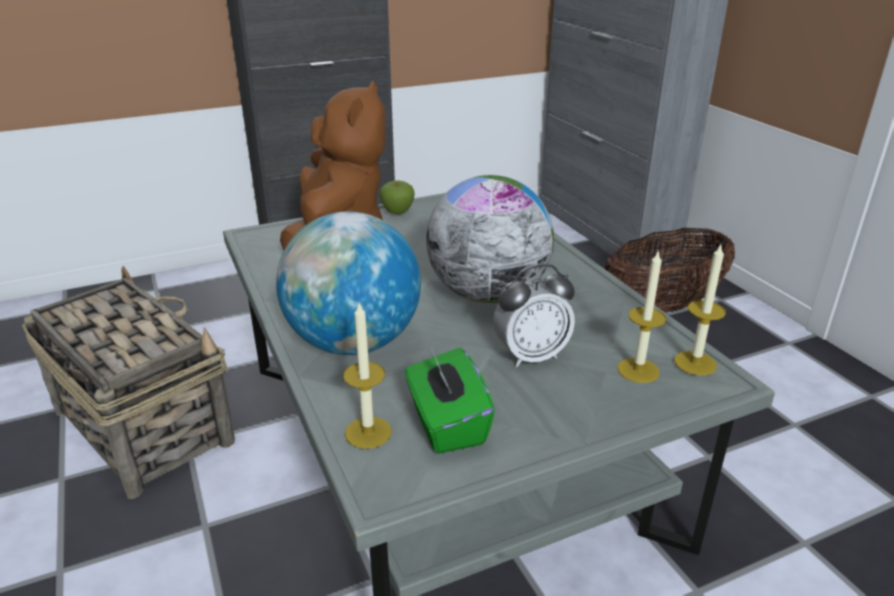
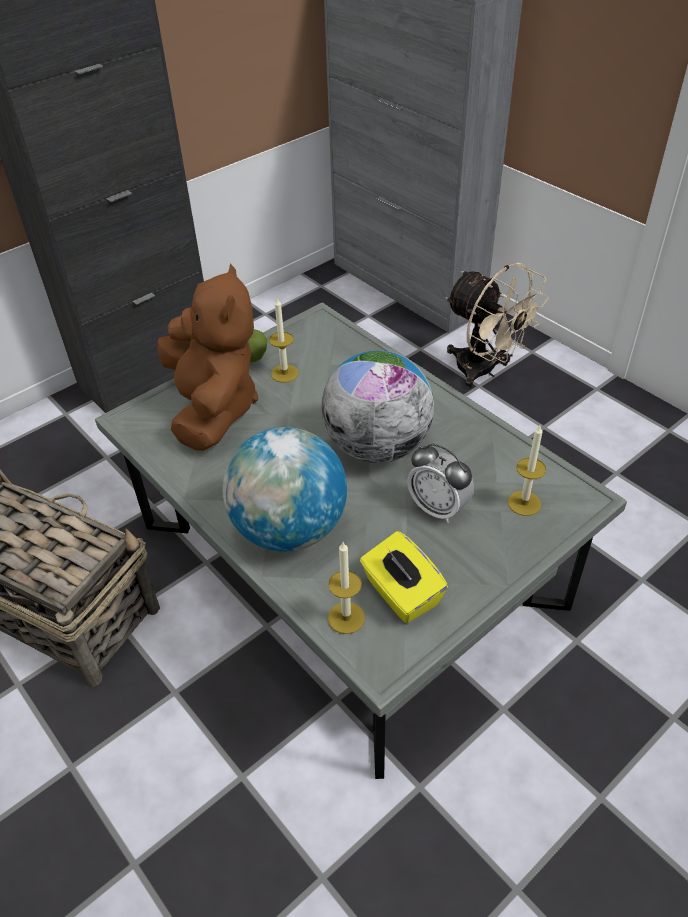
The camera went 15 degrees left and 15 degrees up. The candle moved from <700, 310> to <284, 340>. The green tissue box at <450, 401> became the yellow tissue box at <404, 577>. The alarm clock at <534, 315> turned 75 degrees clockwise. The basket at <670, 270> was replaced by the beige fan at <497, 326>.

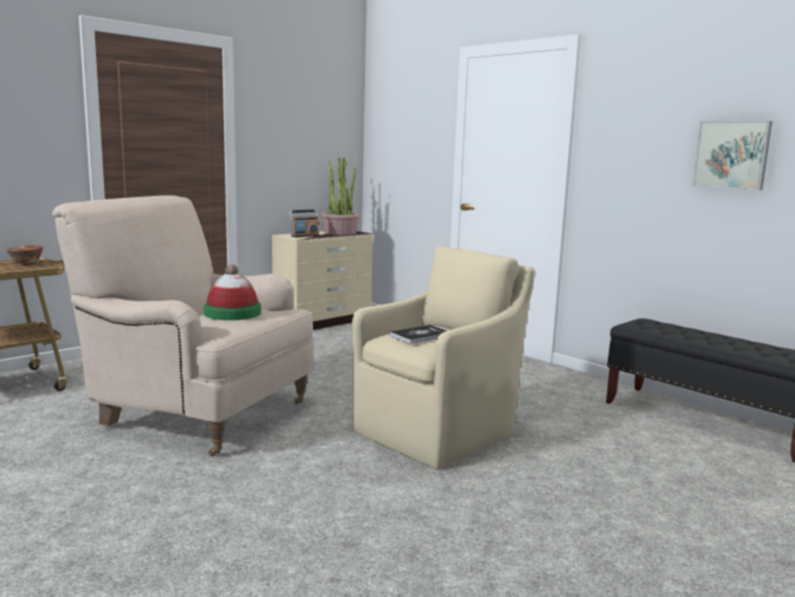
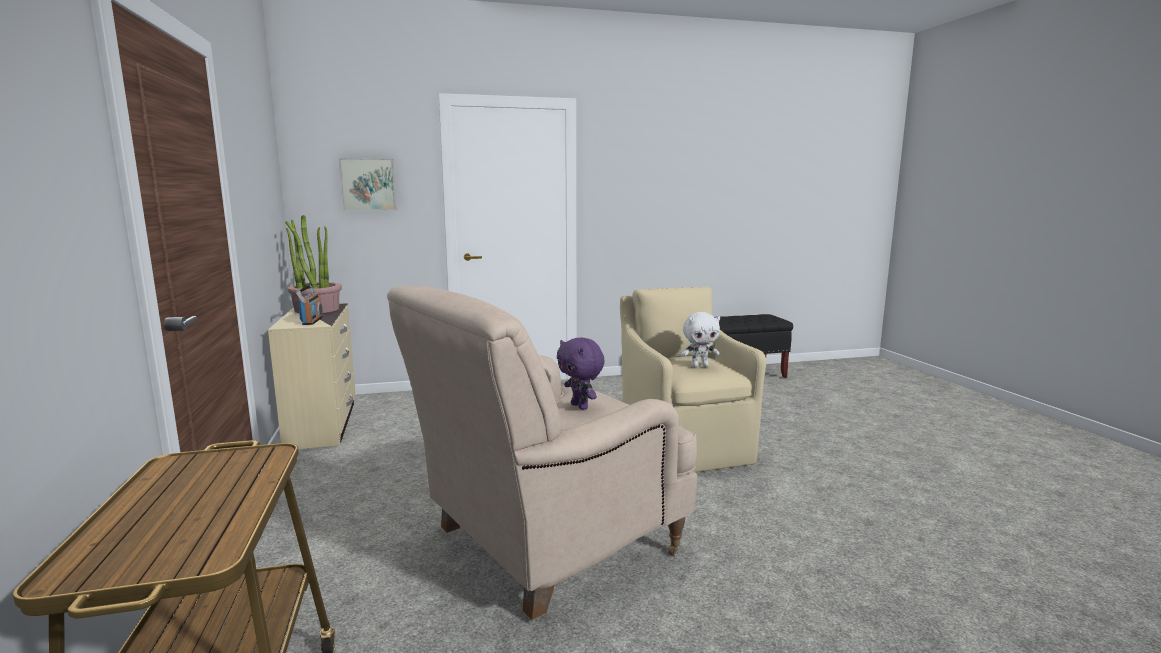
The camera went 60 degrees left and 0 degrees up. The picture moved from <733, 155> to <367, 184>. The hat at <232, 292> was replaced by the purple plush toy at <581, 374>. The book at <418, 334> was replaced by the white plush toy at <700, 339>. The bowl at <25, 255> disappeared.

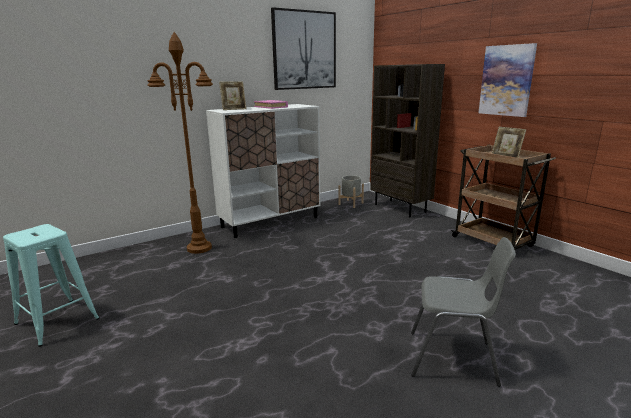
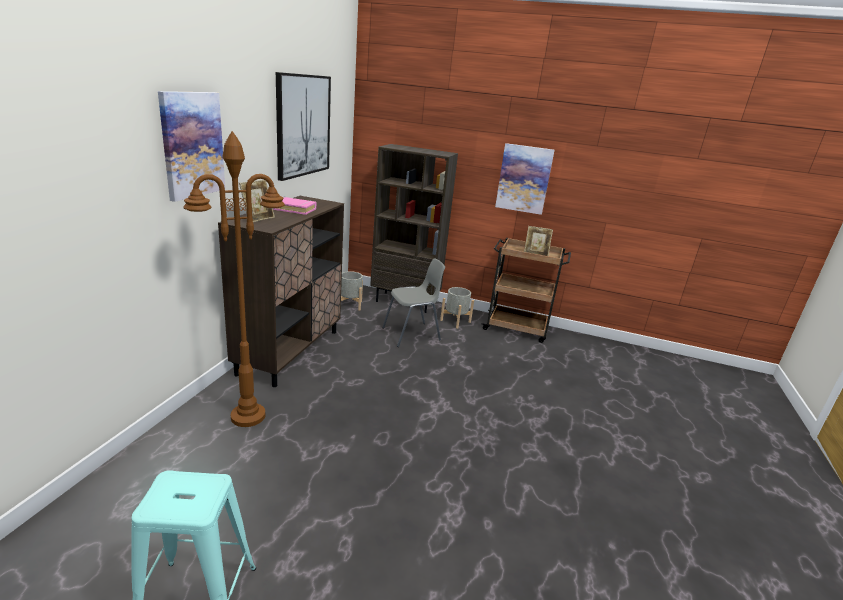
The camera went 40 degrees left and 5 degrees up. The picture at <191, 146> appeared. The white cabinet at <263, 171> became the brown cabinet at <281, 291>. The grey chair moved from <463, 312> to <413, 302>. The grey planter at <457, 307> appeared.

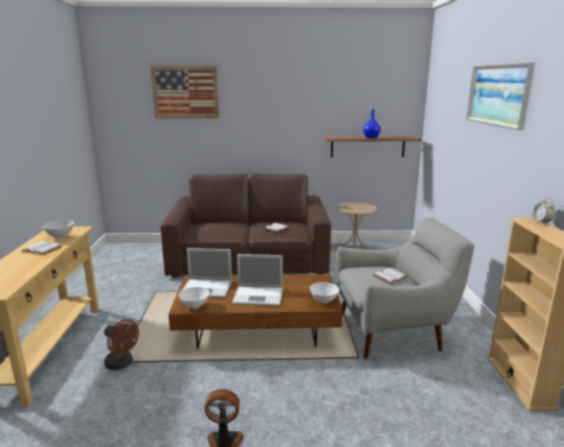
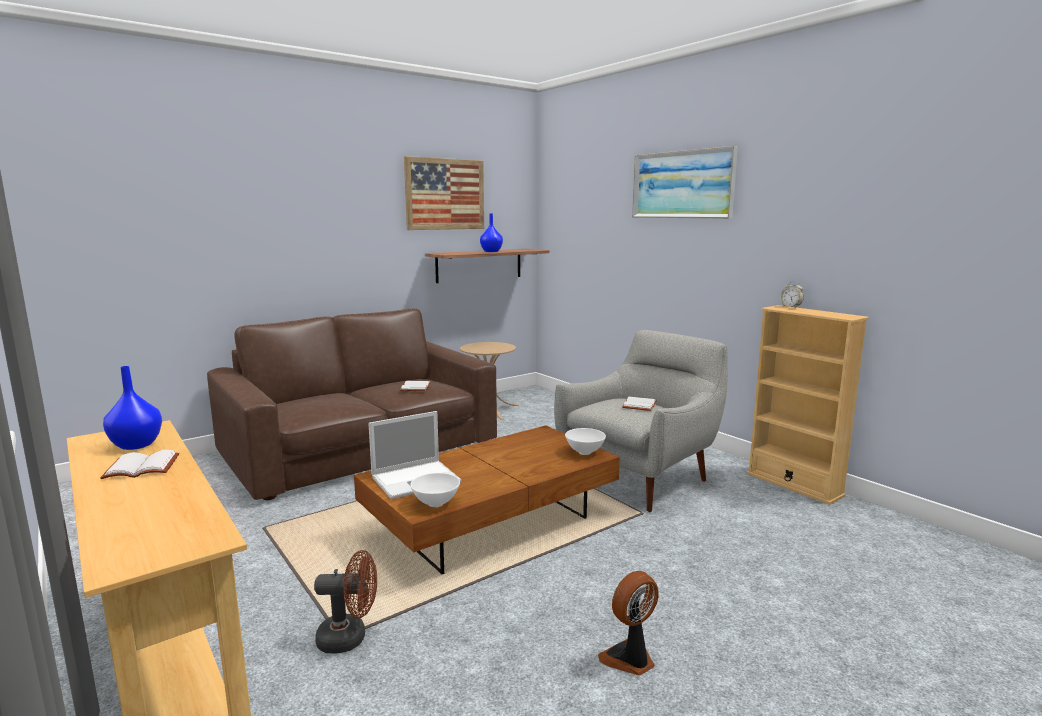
The camera went 35 degrees left and 5 degrees down. The white bowl at <58, 229> was replaced by the blue vase at <132, 408>. The picture moved from <185, 92> to <444, 193>. The laptop at <257, 280> disappeared.

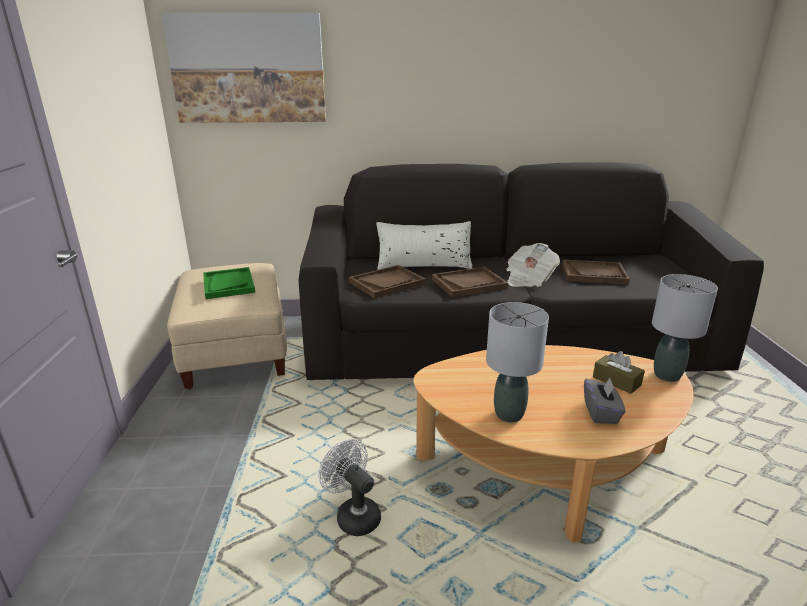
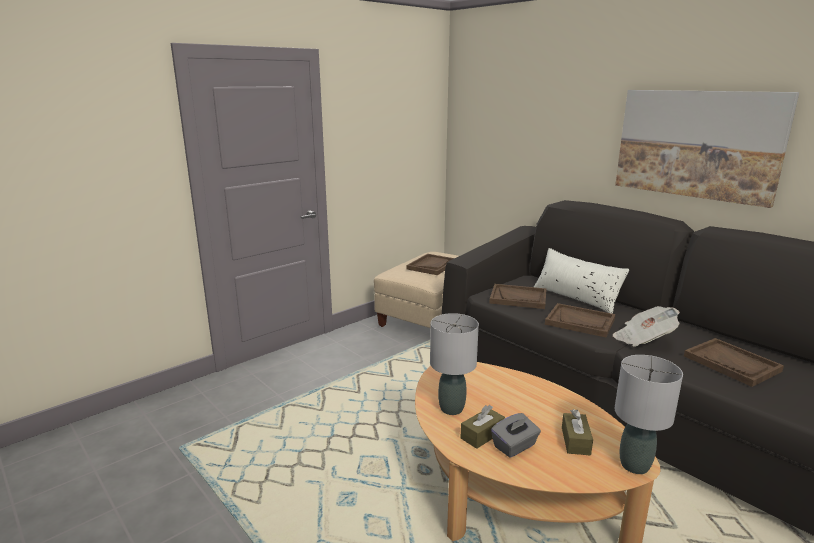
The camera went 50 degrees right and 5 degrees down. The green tray at <229, 283> became the brown tray at <430, 264>. The brown tissue box at <482, 427> appeared. The picture moved from <243, 68> to <707, 149>. The white fan at <350, 487> disappeared.

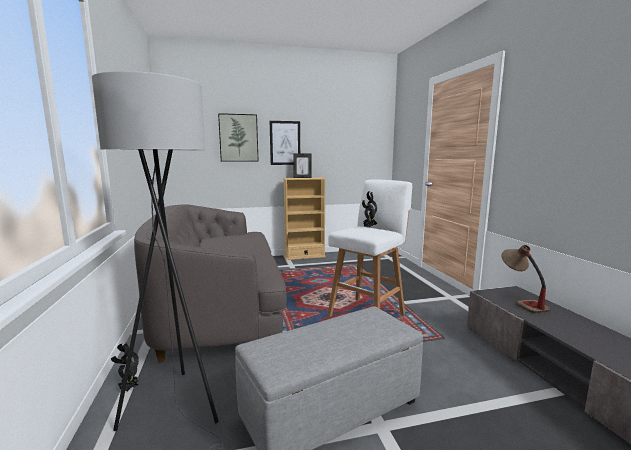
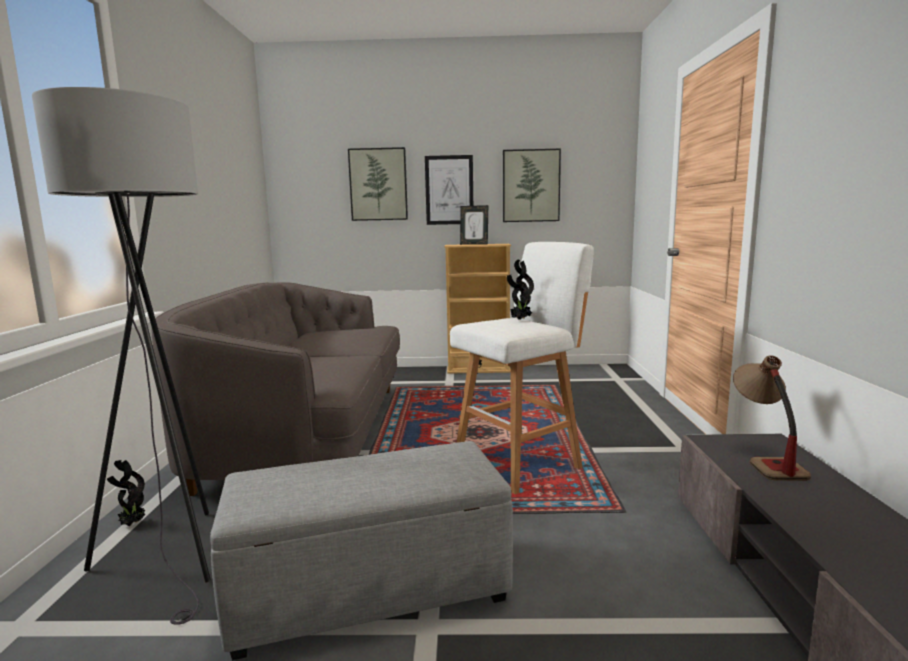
The camera went 15 degrees right and 0 degrees up. The picture at <532, 185> appeared.

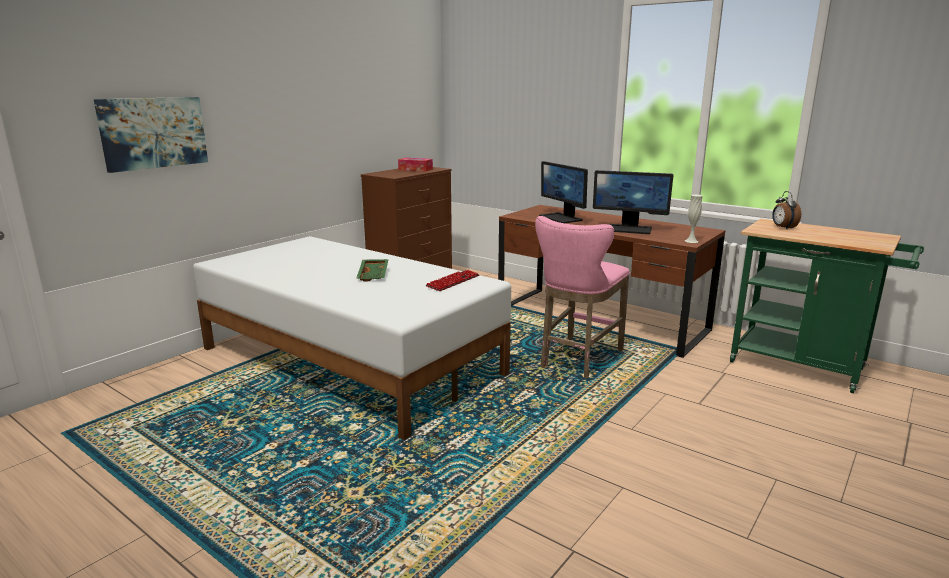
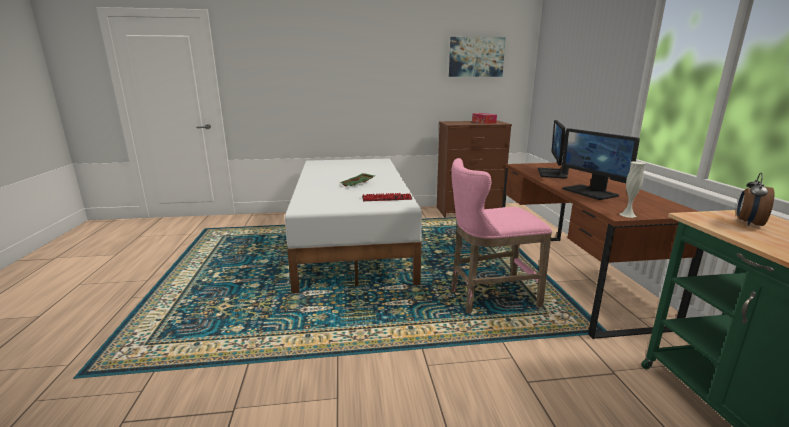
The camera went 45 degrees right and 0 degrees up. The picture moved from <151, 135> to <477, 57>.

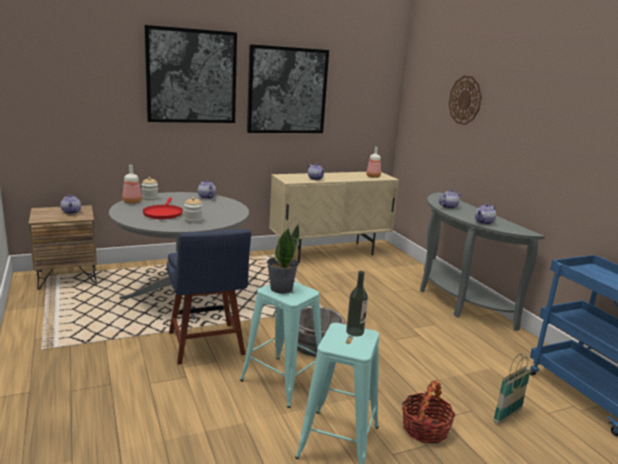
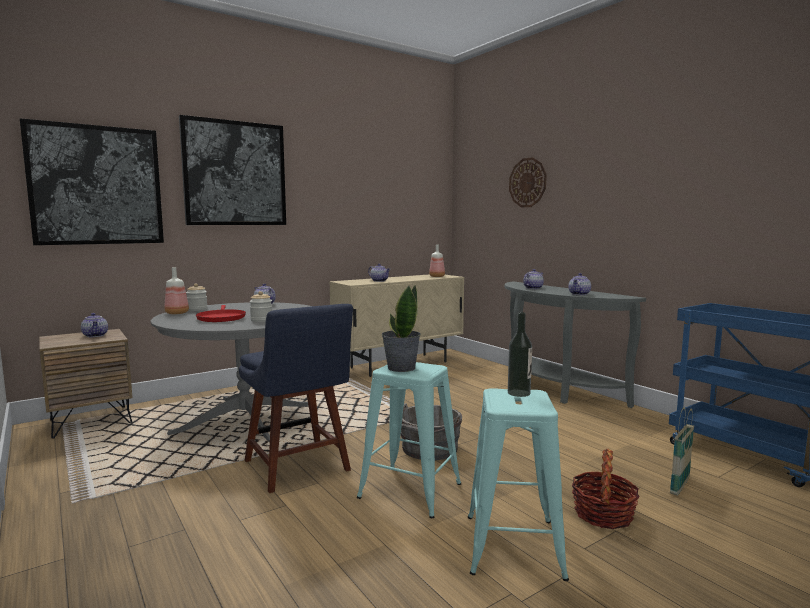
The camera went 10 degrees left and 10 degrees down. The picture moved from <288, 88> to <92, 181>.

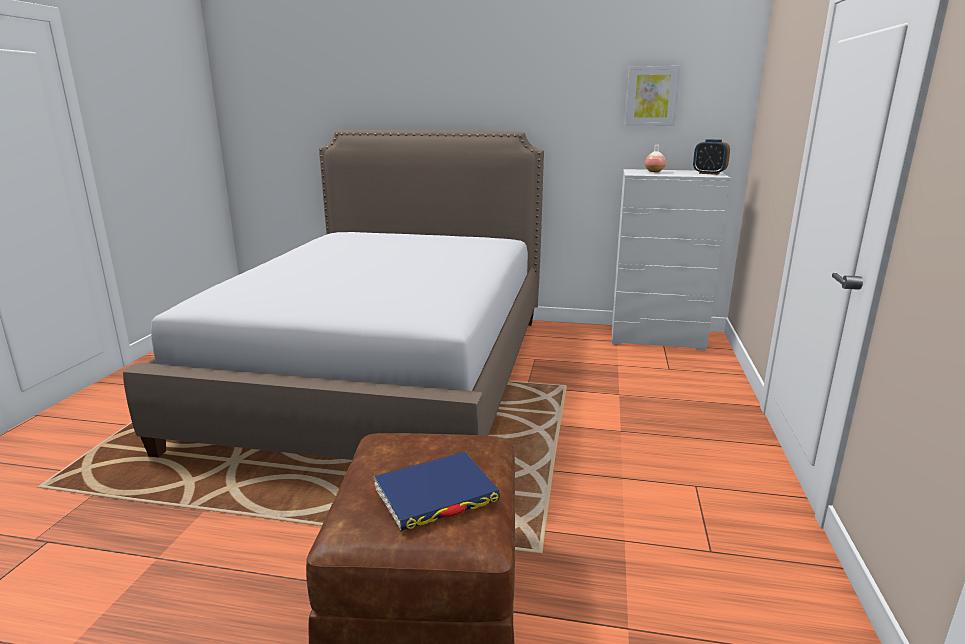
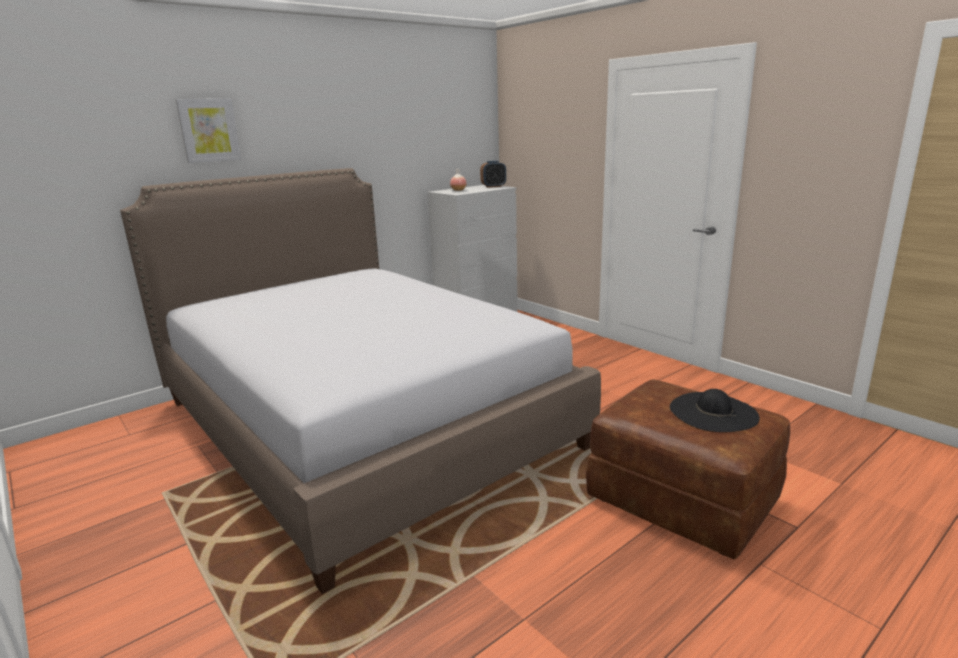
The camera went 50 degrees left and 0 degrees up. The picture moved from <653, 96> to <208, 131>. The blue book at <437, 491> was replaced by the black hat at <715, 410>.

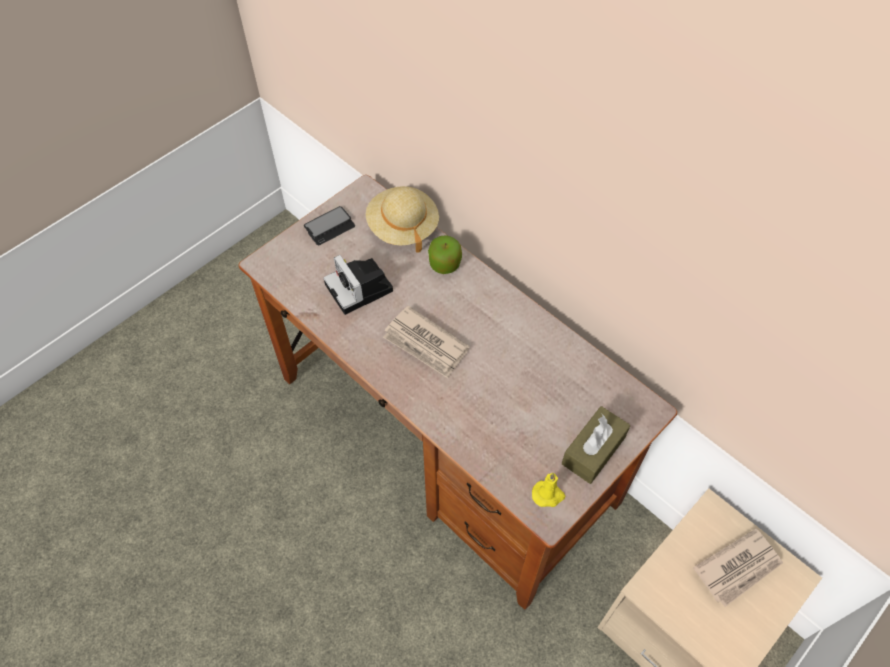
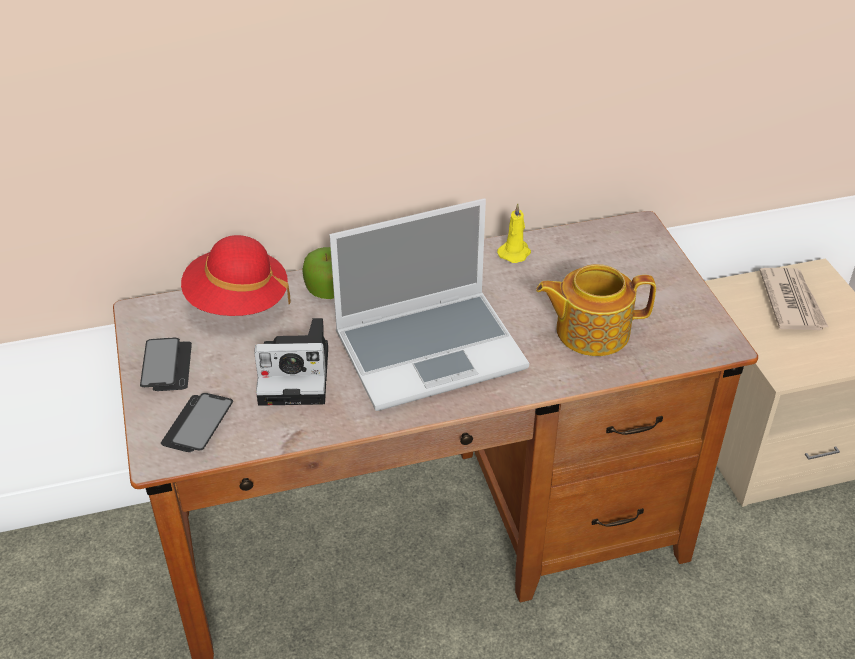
The camera went 60 degrees left and 15 degrees down. The phone at <197, 422> appeared. The beige hat at <402, 219> became the red hat at <236, 275>. The newspaper at <426, 342> was replaced by the laptop at <429, 304>. The yellow candle moved from <548, 490> to <514, 233>. The teapot at <596, 310> appeared. The brown tissue box at <596, 445> disappeared.

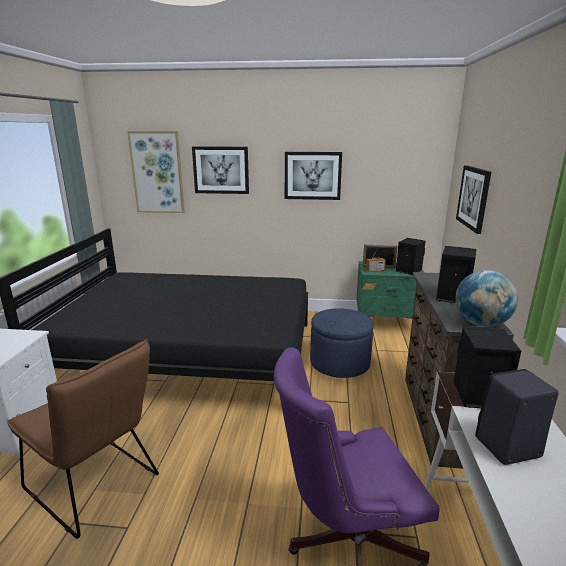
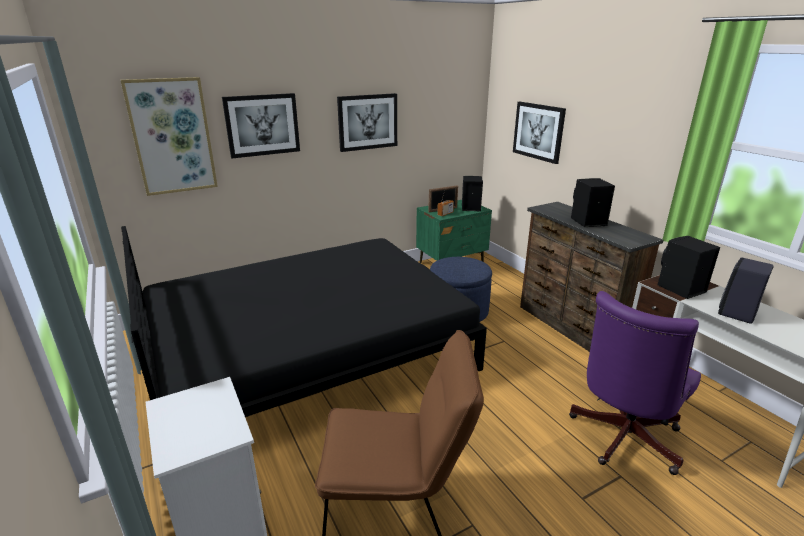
The camera went 35 degrees left and 5 degrees up. The globe at <487, 298> disappeared.

